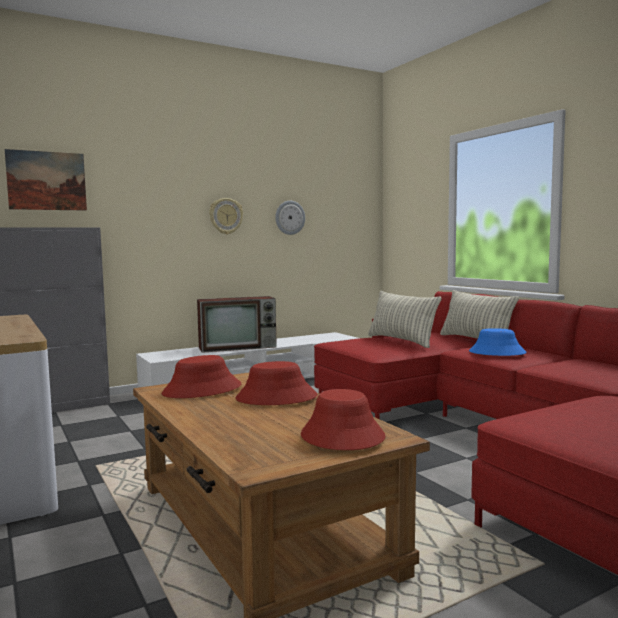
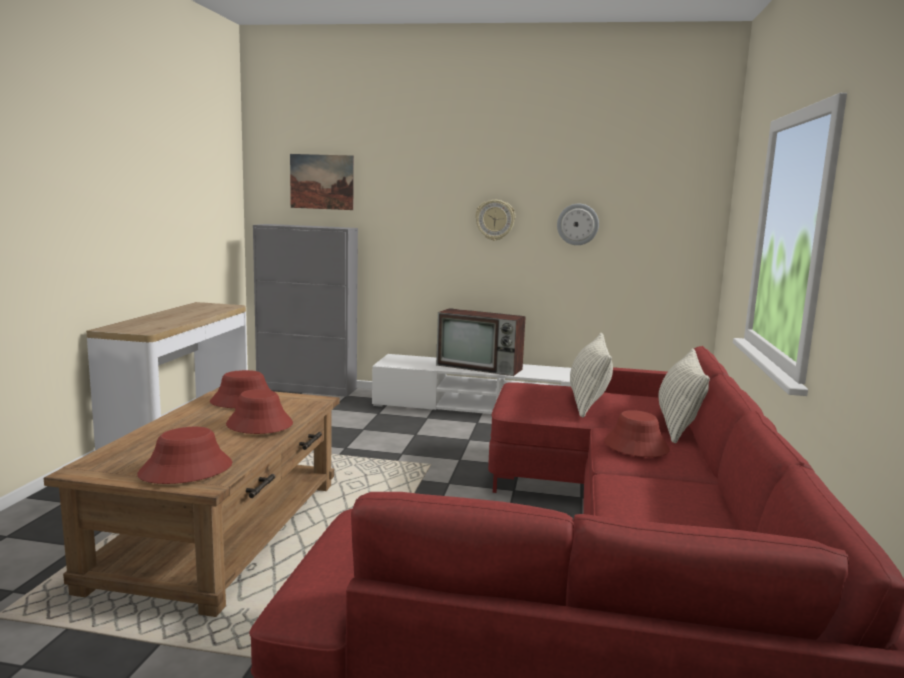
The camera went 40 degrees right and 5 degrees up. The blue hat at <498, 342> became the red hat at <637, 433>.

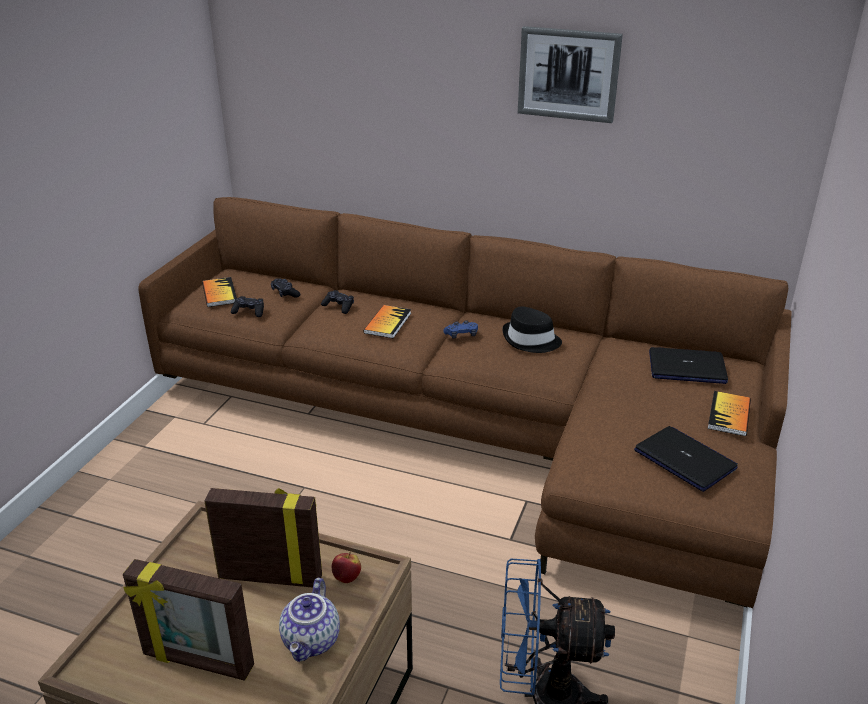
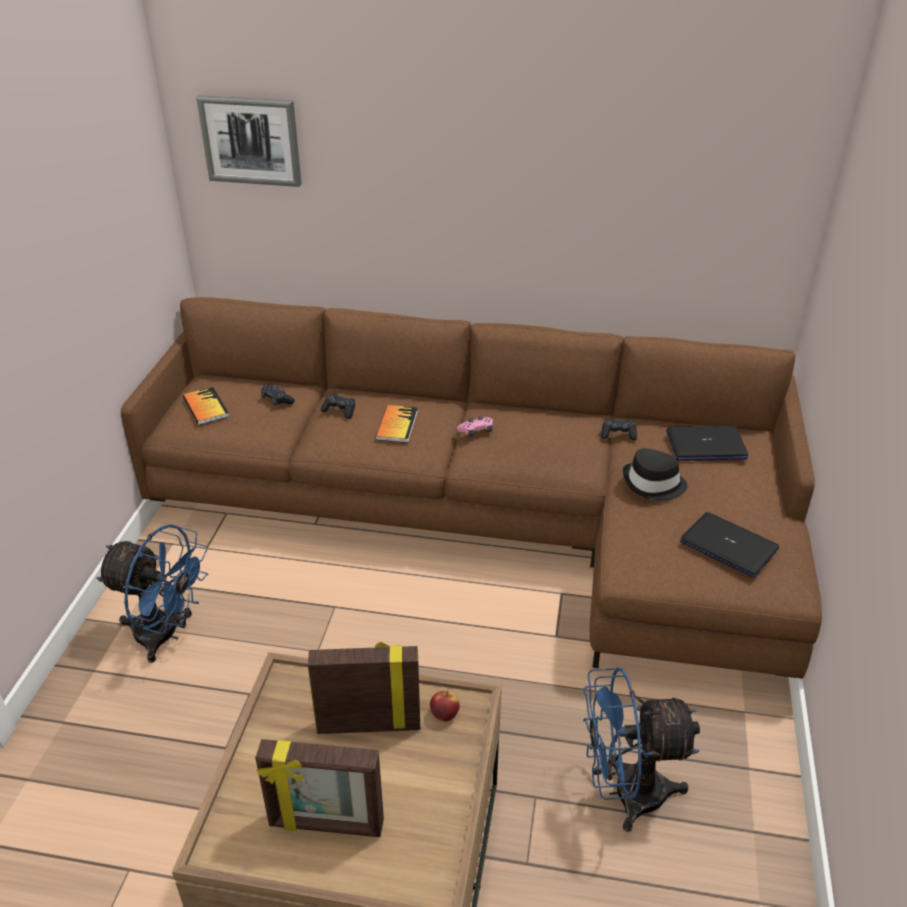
The camera went 10 degrees left and 5 degrees up. The blue fan at <152, 593> appeared. The picture moved from <570, 74> to <249, 141>. The blue game controller at <461, 329> became the pink game controller at <475, 426>. The black game controller moved from <247, 306> to <619, 429>. The black hat moved from <532, 329> to <655, 474>. The teapot at <309, 620> disappeared. The book at <729, 413> disappeared.

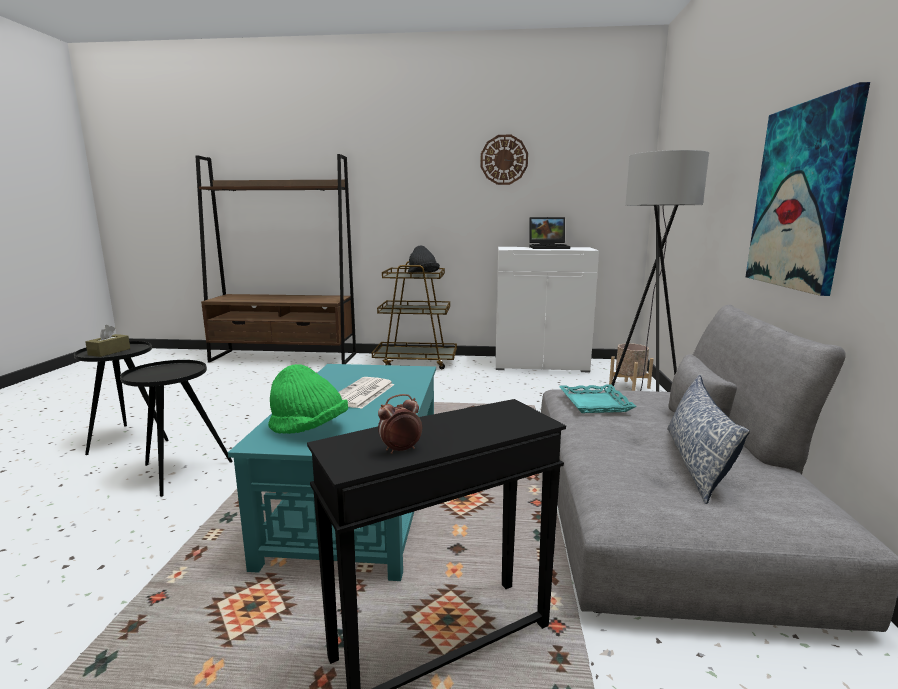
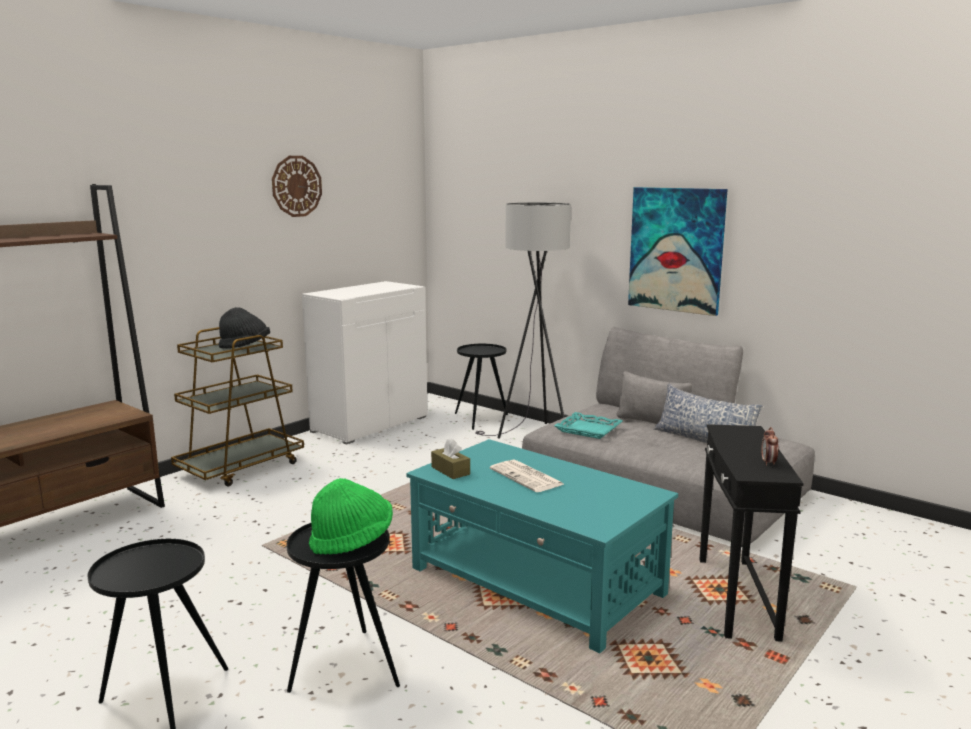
The camera went 55 degrees left and 0 degrees up. The green hat moved from <308, 399> to <351, 516>. The brown tissue box moved from <107, 341> to <450, 458>. The beige planter at <631, 367> was replaced by the black side table at <481, 387>. The laptop at <549, 233> disappeared.

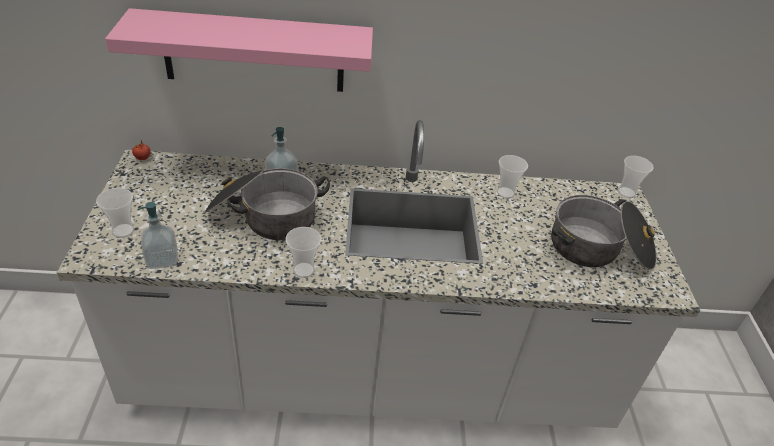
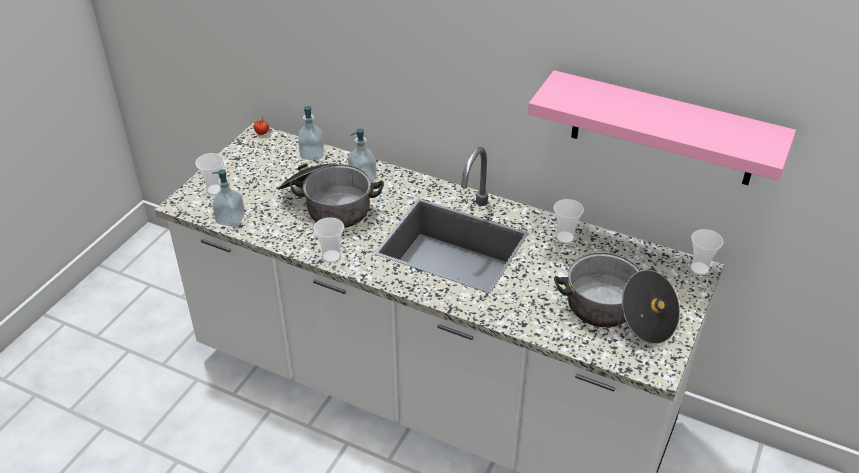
The camera went 30 degrees right and 0 degrees up. The soap dispenser at <311, 133> appeared. The pink shelf moved from <239, 50> to <662, 127>.

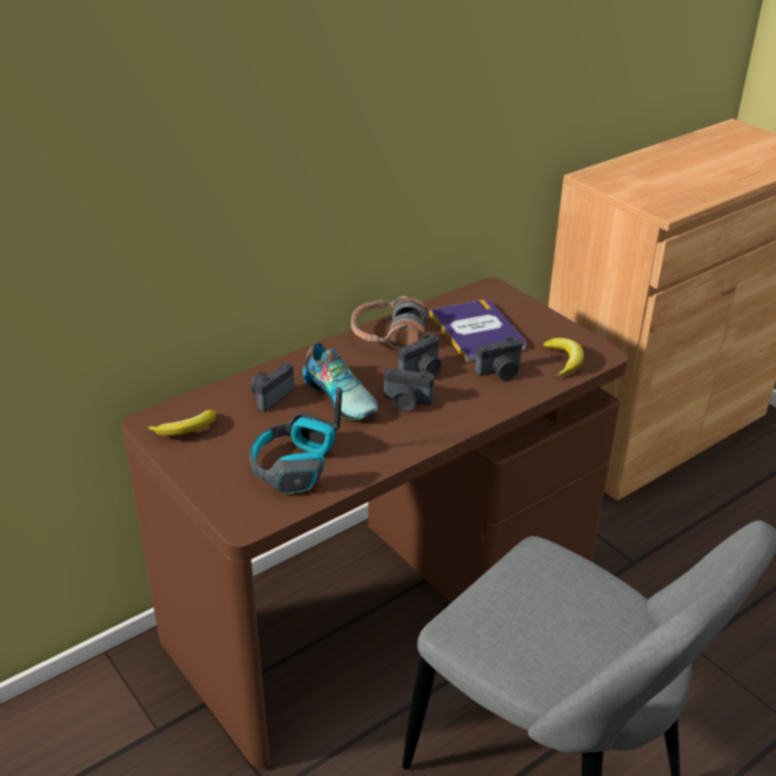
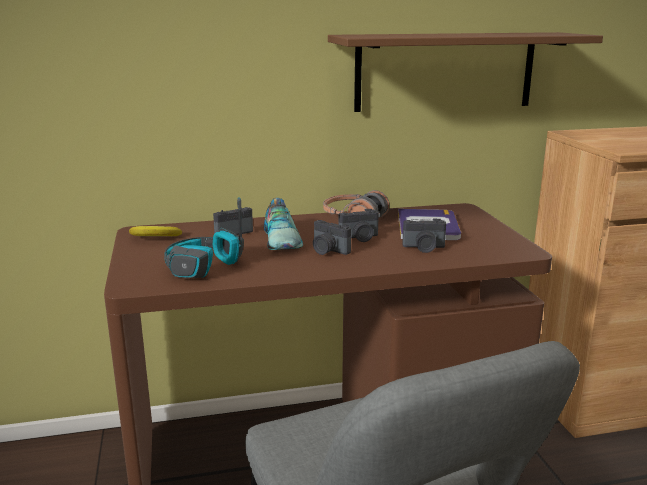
The camera went 25 degrees right and 15 degrees down. The brown shelf at <465, 72> appeared. The banana at <563, 357> disappeared.

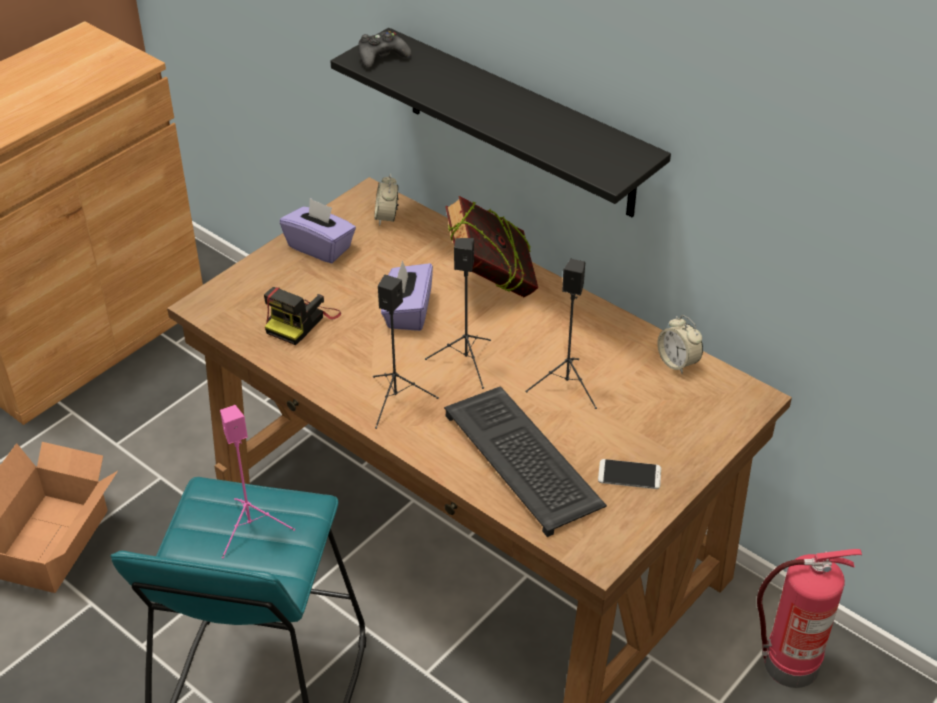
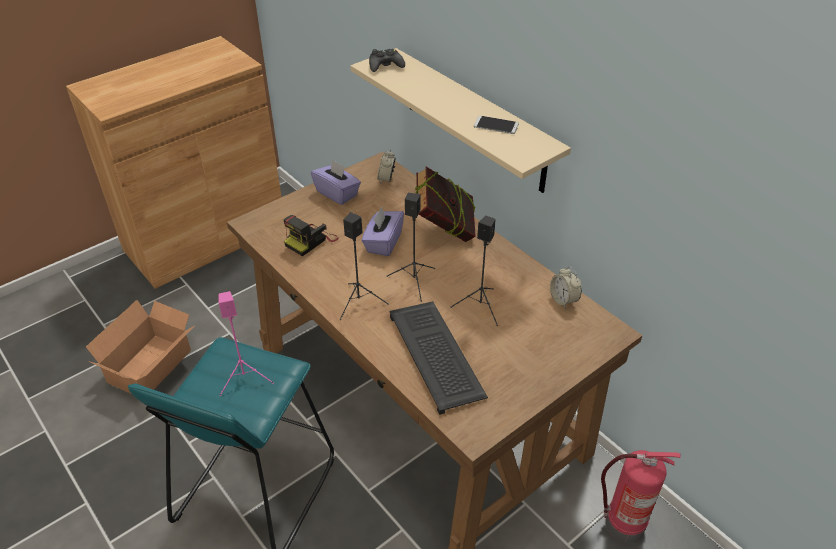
The camera went 10 degrees right and 0 degrees up. The black shelf at <500, 122> became the beige shelf at <461, 120>. The phone moved from <629, 474> to <496, 125>.

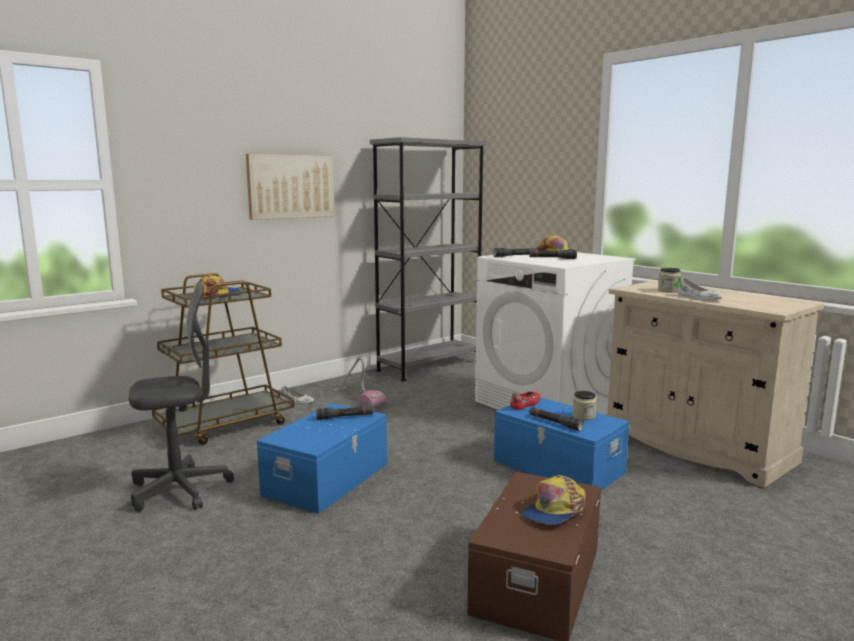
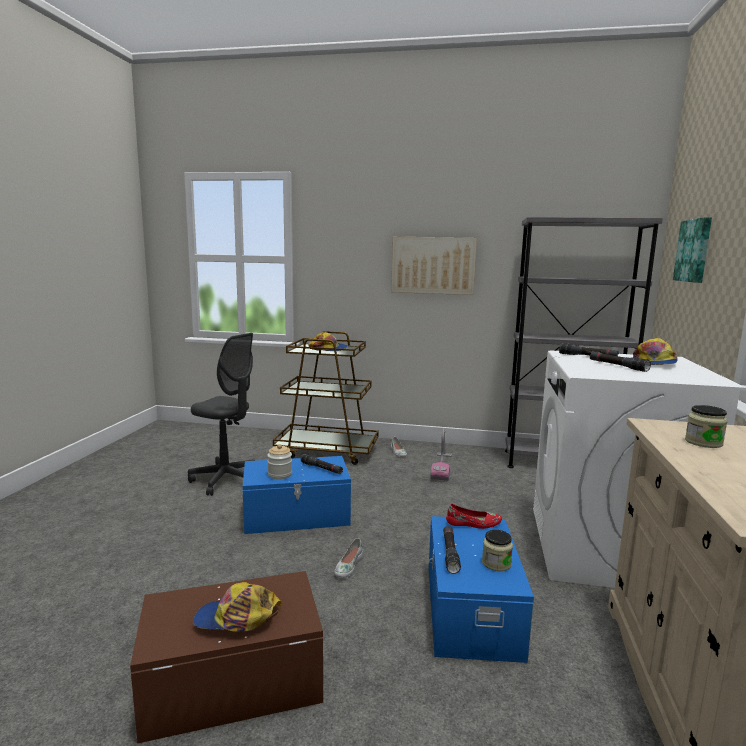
The camera went 50 degrees right and 0 degrees up. The jar at <279, 461> appeared. The white shoe moved from <699, 289> to <348, 558>. The picture at <692, 250> appeared.

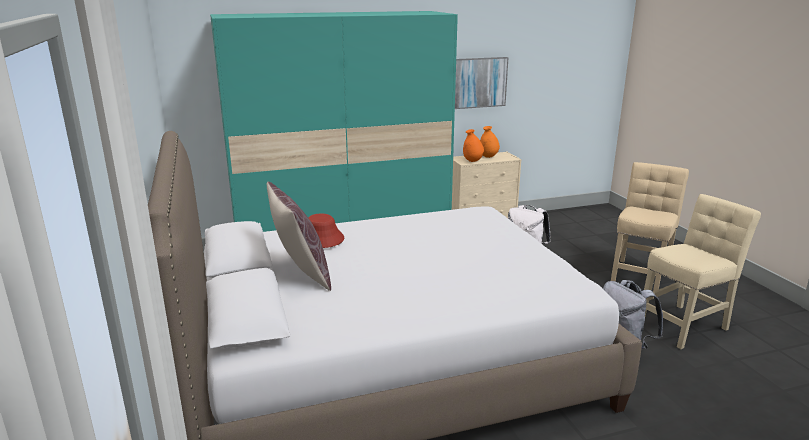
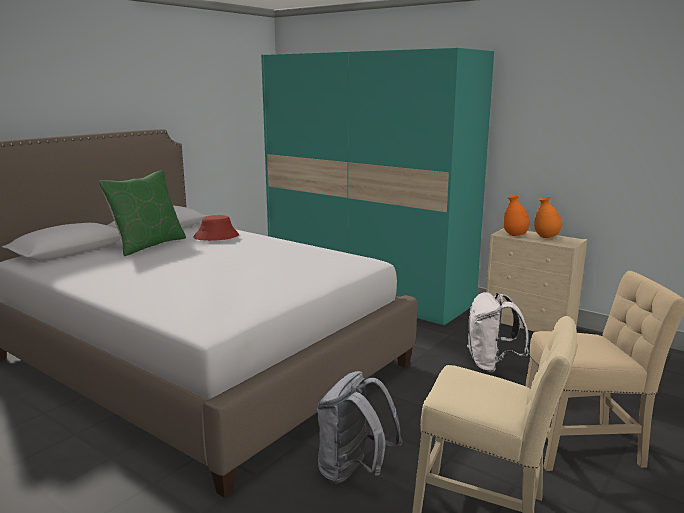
The camera went 55 degrees right and 5 degrees down. The brown pillow at <299, 236> became the green pillow at <142, 213>. The picture at <482, 83> disappeared.

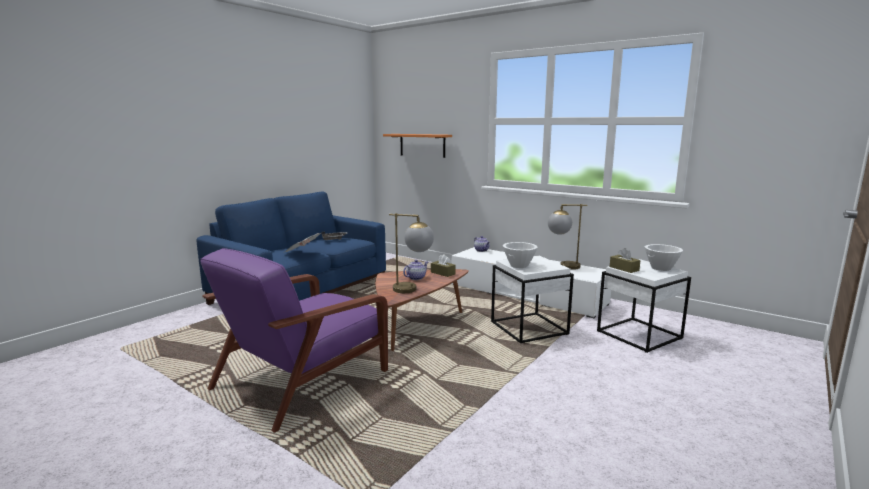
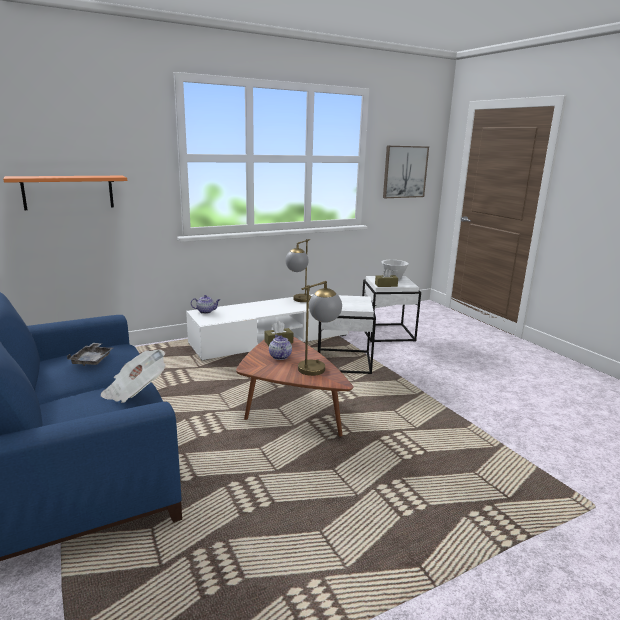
The camera went 65 degrees left and 5 degrees up. The picture at <406, 172> appeared. The purple armchair at <294, 340> disappeared. The white bowl at <520, 255> disappeared.

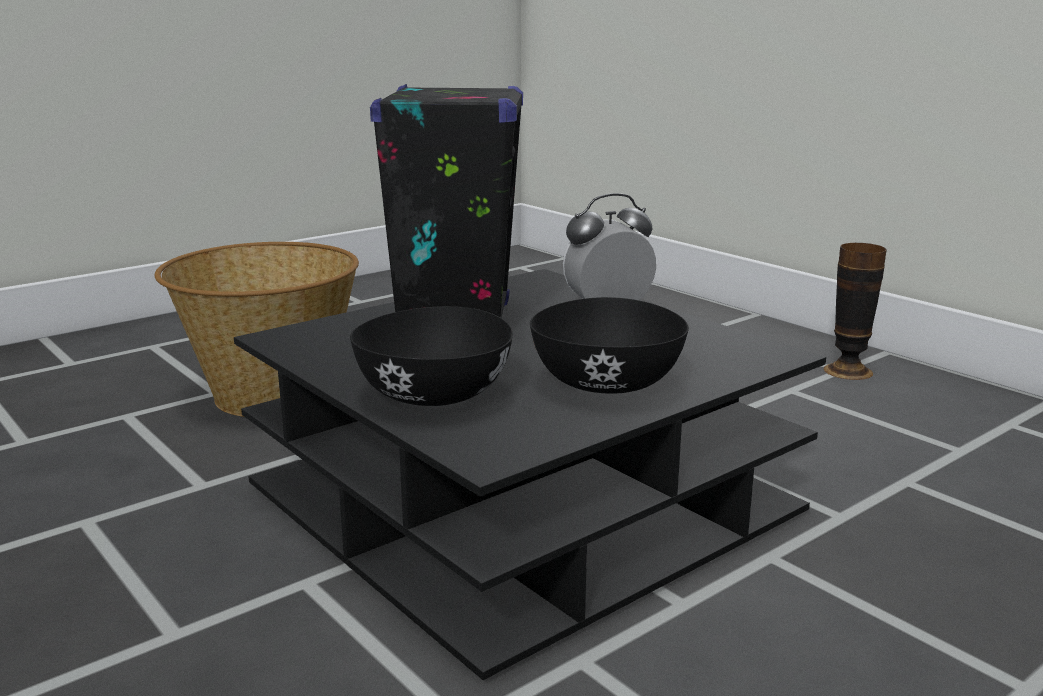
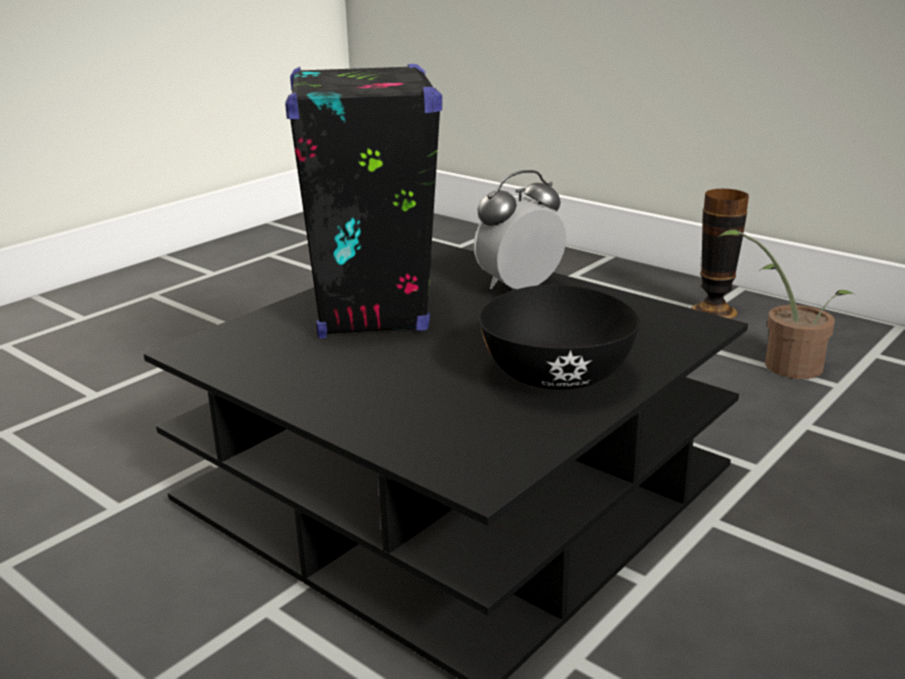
The camera went 10 degrees left and 5 degrees up. The potted plant at <787, 304> appeared. The basket at <257, 329> disappeared. The black bowl at <431, 356> disappeared.

